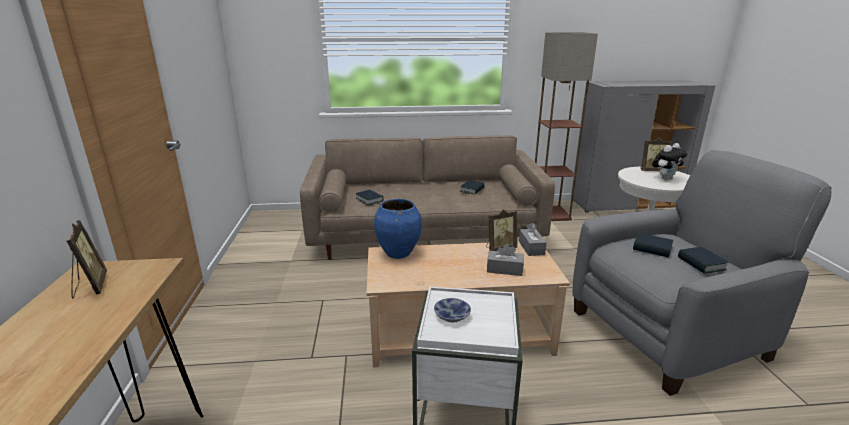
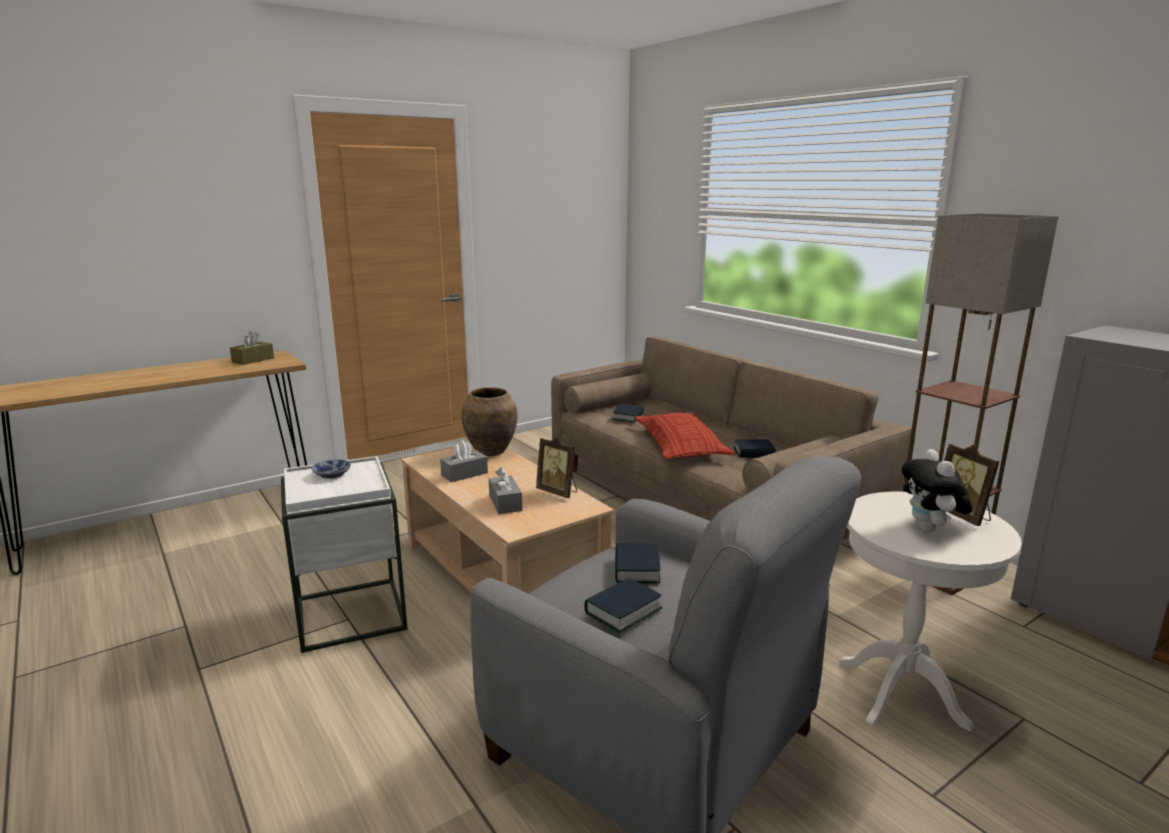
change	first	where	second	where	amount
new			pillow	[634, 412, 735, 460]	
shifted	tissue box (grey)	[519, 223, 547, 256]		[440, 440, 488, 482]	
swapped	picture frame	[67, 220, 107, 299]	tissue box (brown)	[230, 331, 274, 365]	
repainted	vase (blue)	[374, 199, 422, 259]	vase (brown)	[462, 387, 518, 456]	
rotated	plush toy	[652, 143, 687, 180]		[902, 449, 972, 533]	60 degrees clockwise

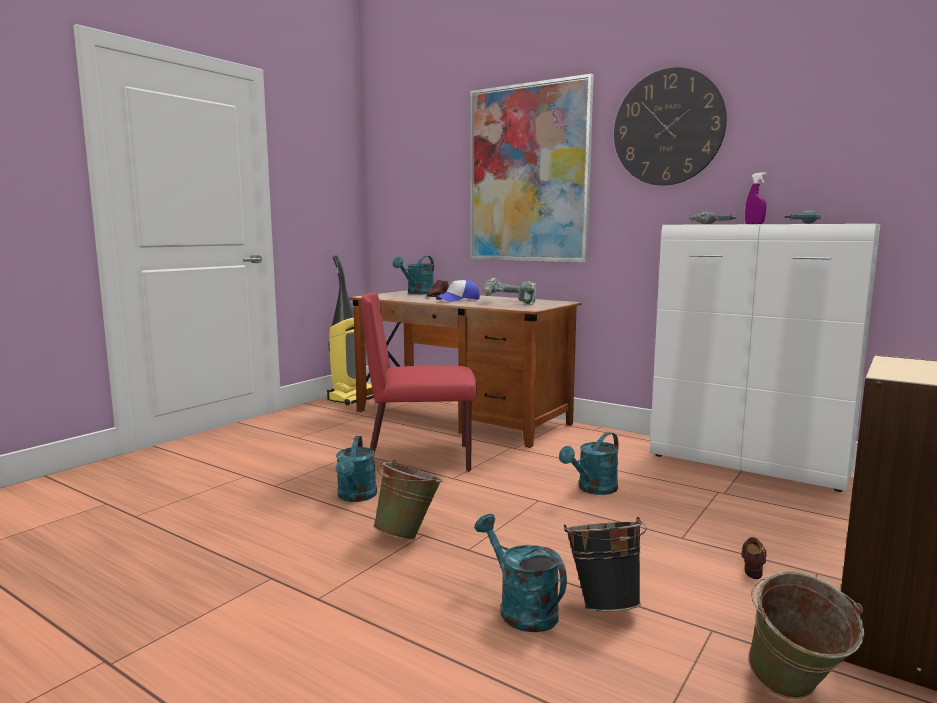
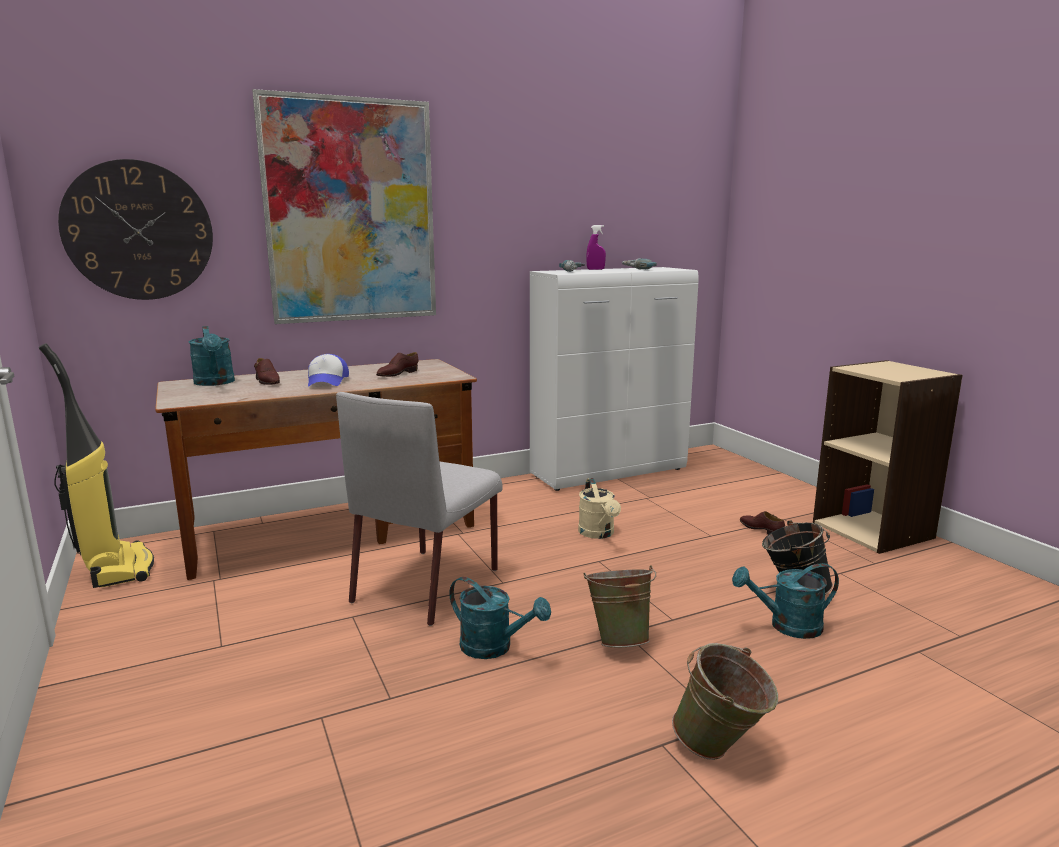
change	first	where	second	where	amount
shifted	wall clock	[614, 67, 727, 186]		[58, 159, 213, 300]	
shifted	bucket (green)	[748, 571, 864, 699]		[672, 643, 778, 760]	
swapped	power drill	[483, 277, 536, 305]	shoe (brown)	[376, 352, 418, 377]	
repainted	chair (red)	[361, 292, 477, 472]	chair (grey)	[336, 392, 503, 626]	
repainted	watering can (turquoise)	[559, 432, 619, 495]	watering can (beige)	[578, 478, 621, 539]	

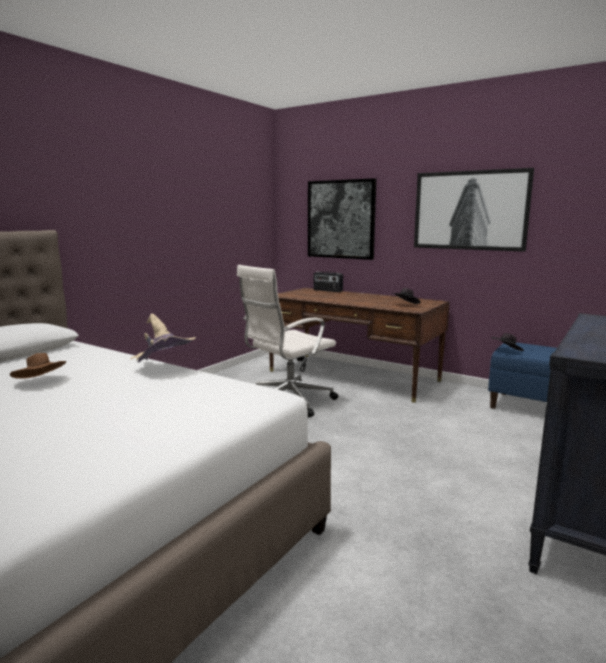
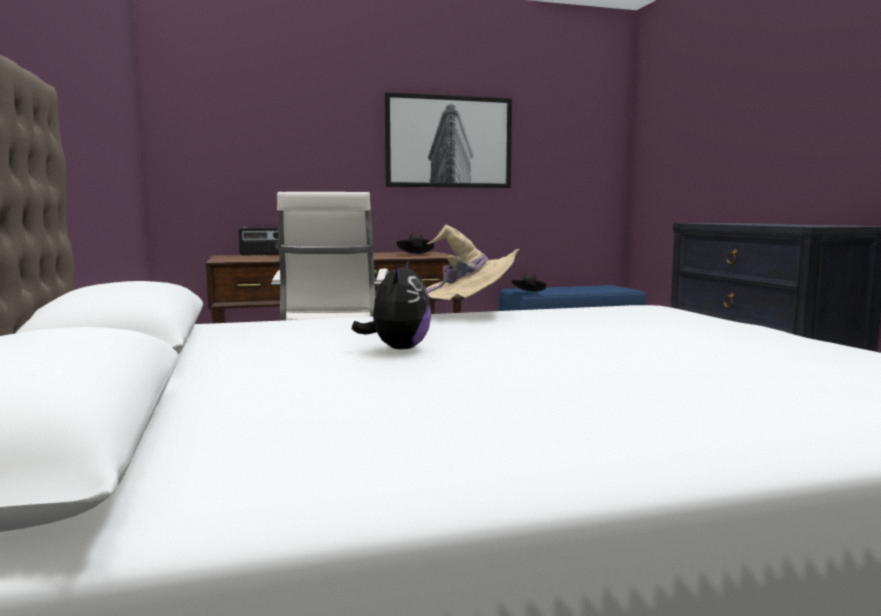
change	first	where	second	where	amount
gone	picture	[308, 178, 376, 260]			
swapped	hat (brown)	[10, 353, 66, 379]	plush toy	[352, 260, 431, 349]	

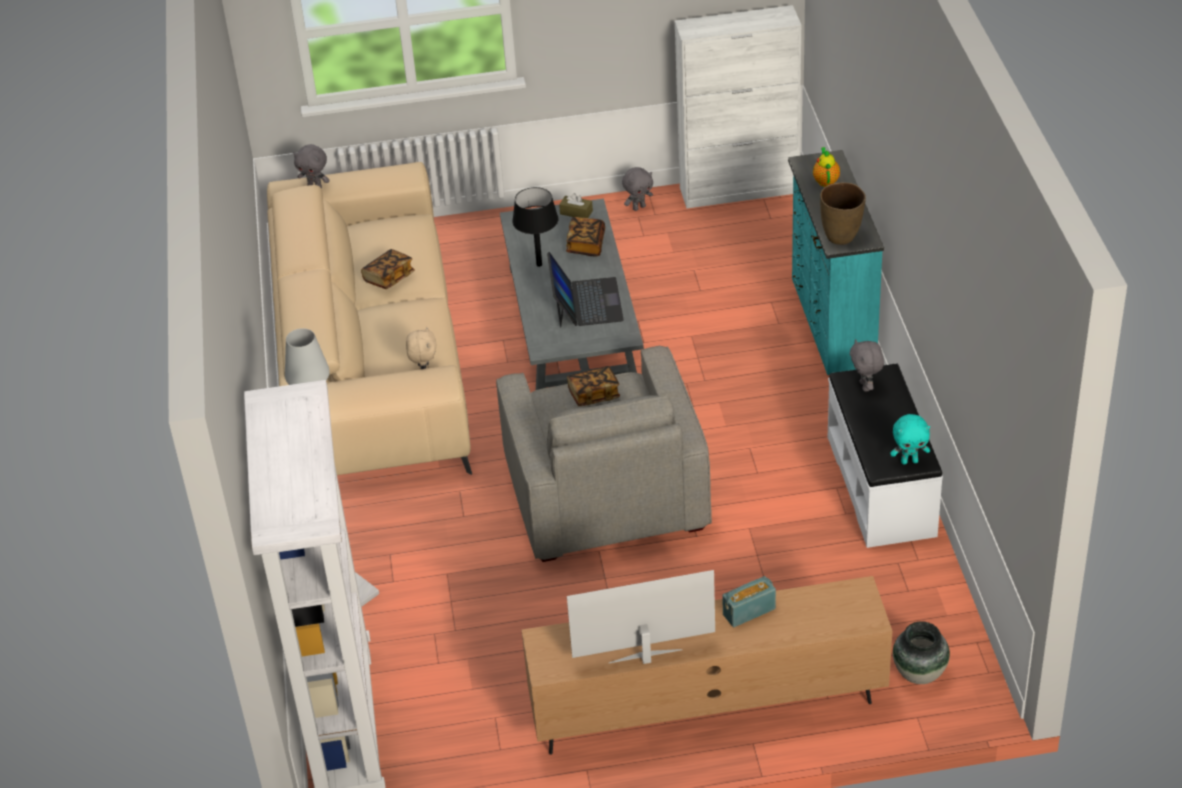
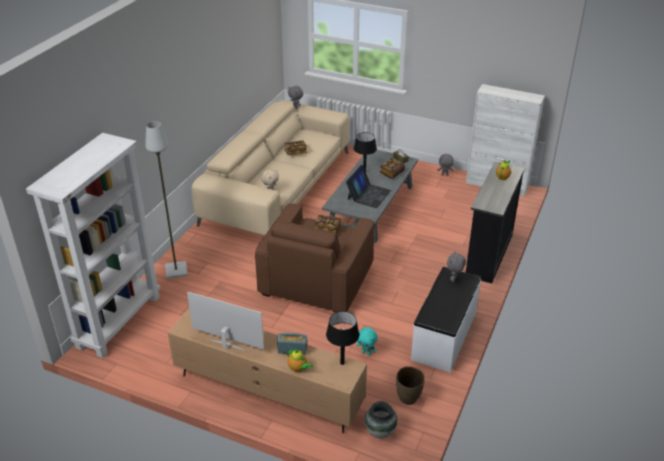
change	first	where	second	where	amount
new			teapot	[287, 349, 313, 372]	
new			table lamp (black)	[326, 311, 359, 365]	
shifted	vase (brown)	[820, 182, 866, 245]		[396, 366, 425, 405]	
shifted	plush toy (turquoise)	[890, 414, 930, 464]		[356, 327, 377, 356]	
repainted	armchair (grey)	[496, 346, 712, 562]	armchair (brown)	[255, 204, 375, 313]	
repainted	dresser (turquoise)	[788, 150, 884, 375]	dresser (black)	[466, 162, 525, 284]	

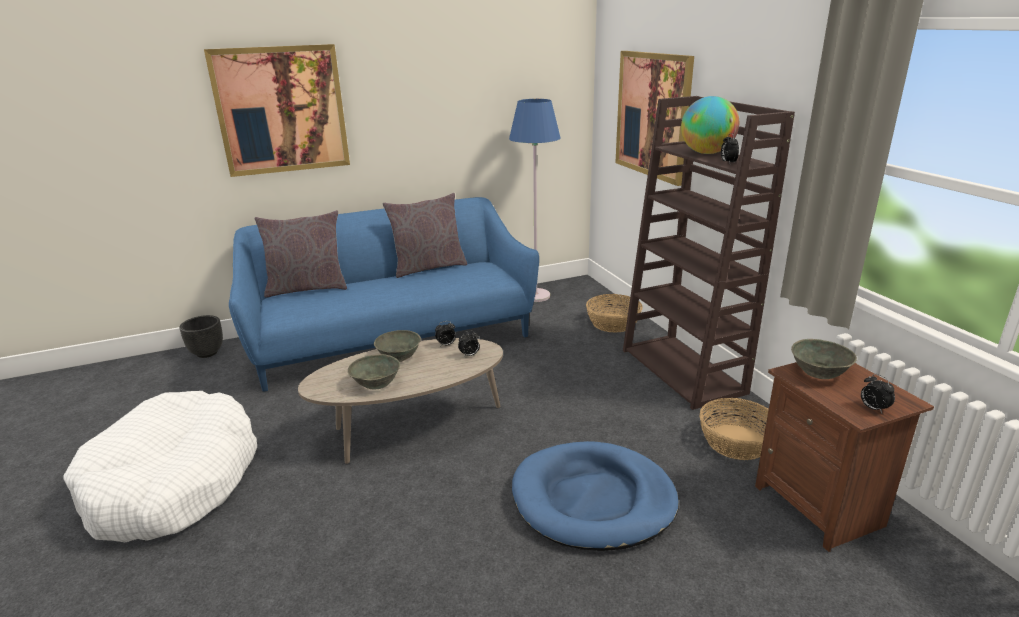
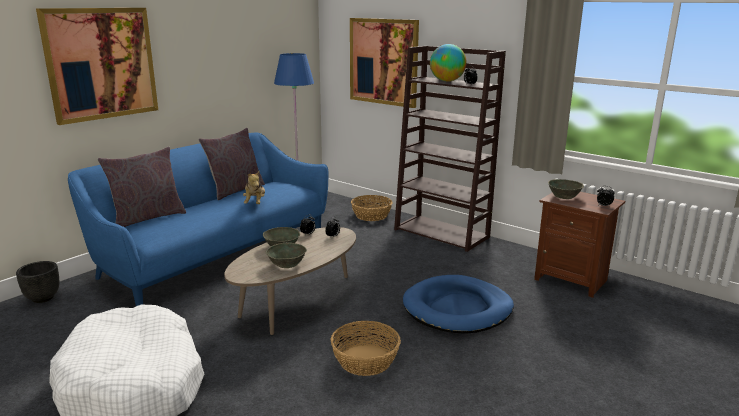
change	first	where	second	where	amount
new			plush toy	[243, 171, 265, 204]	
shifted	basket	[699, 398, 769, 460]		[330, 321, 401, 376]	

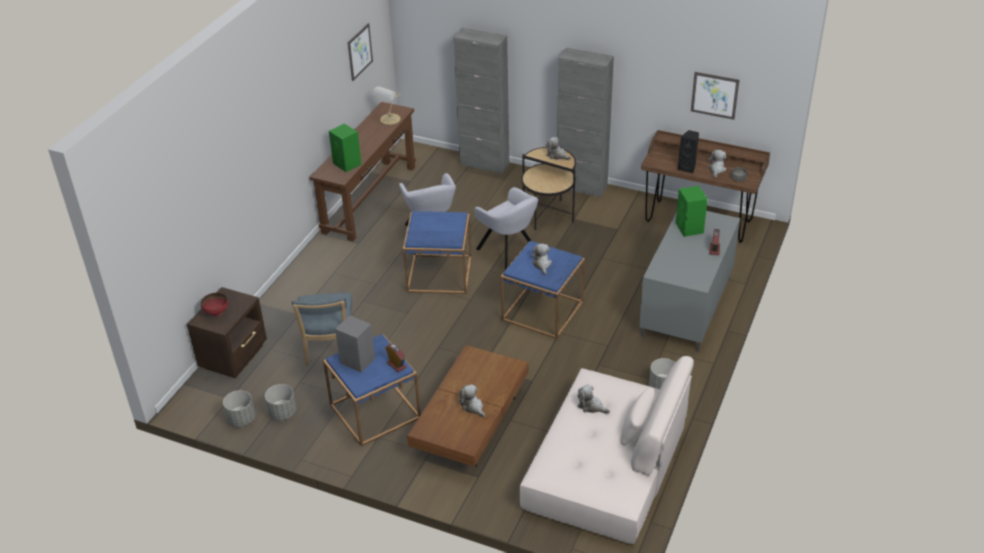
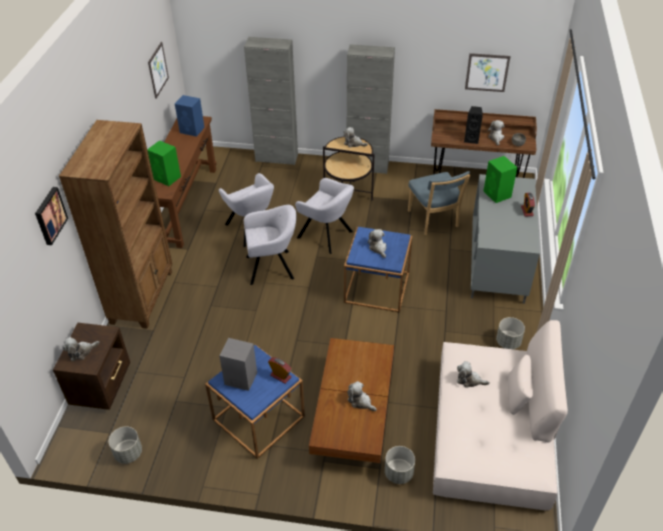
change	first	where	second	where	amount
new			picture	[35, 187, 68, 245]	
new			bookcase (brown)	[59, 120, 173, 329]	
shifted	planter (grey)	[265, 384, 296, 420]		[385, 446, 415, 484]	
shifted	chair (blue)	[291, 292, 352, 366]		[408, 171, 470, 235]	
swapped	bowl (red)	[201, 293, 228, 317]	plush toy	[63, 337, 99, 361]	
swapped	table lamp	[372, 86, 401, 125]	speaker (blue)	[175, 95, 205, 137]	
swapped	side table (blue)	[403, 211, 472, 294]	armchair (grey)	[244, 205, 296, 285]	

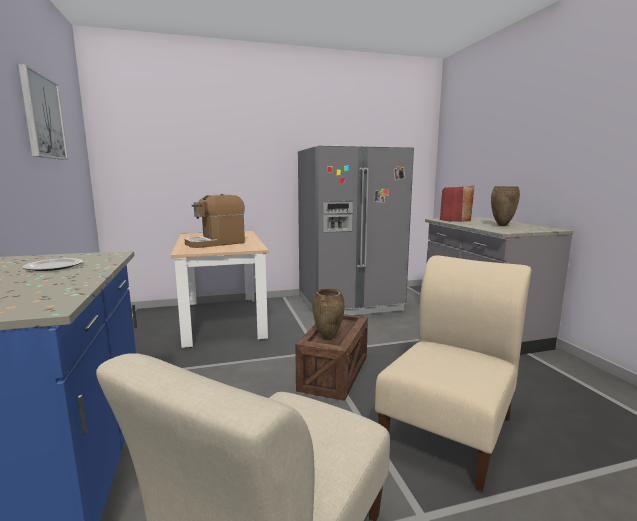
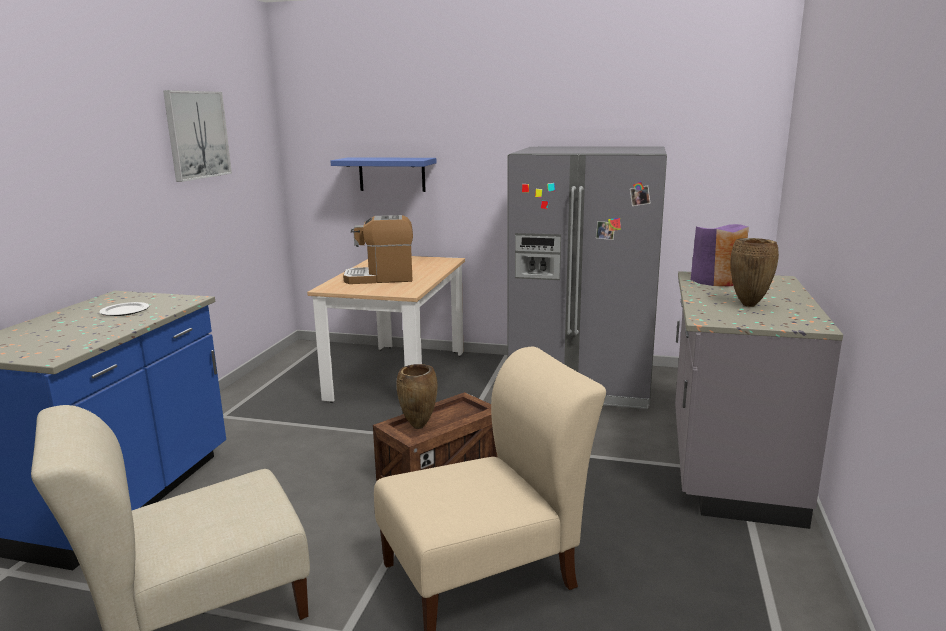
change	first	where	second	where	amount
new			shelf (blue)	[331, 157, 437, 192]	
repainted	vase (red)	[440, 185, 475, 222]	vase (purple)	[691, 224, 749, 286]	

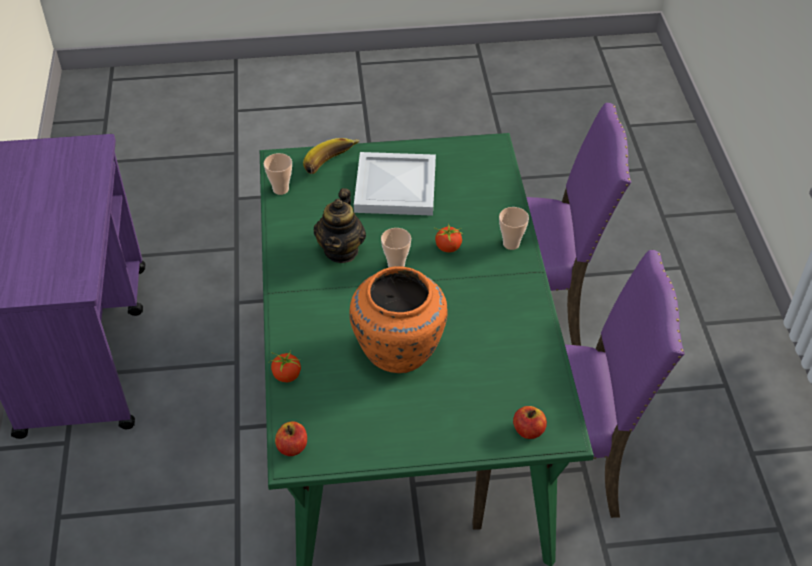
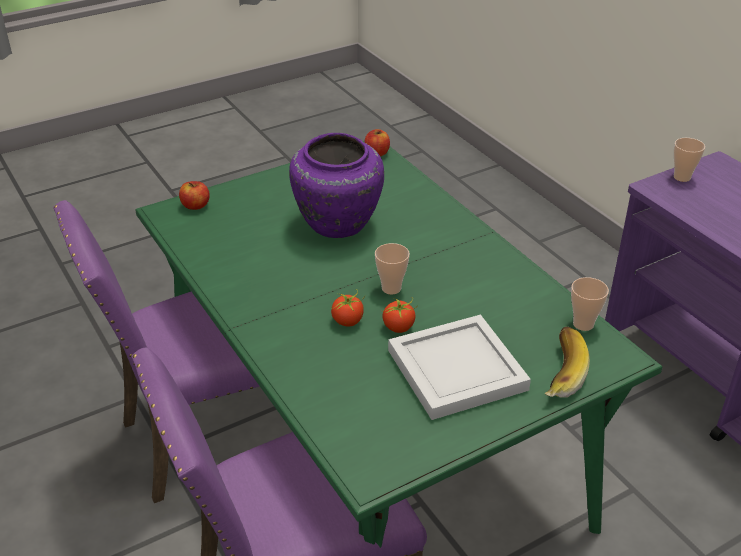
change	first	where	second	where	amount
gone	teapot	[314, 188, 366, 263]			
shifted	tomato	[269, 351, 301, 382]		[382, 297, 418, 333]	
shifted	cup	[499, 207, 529, 250]		[674, 138, 705, 182]	
repainted	vase (orange)	[349, 266, 448, 373]	vase (purple)	[289, 133, 384, 238]	

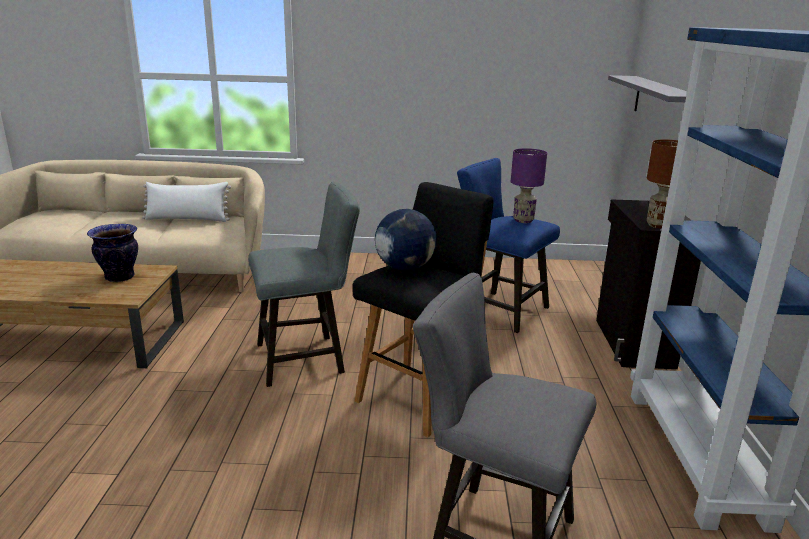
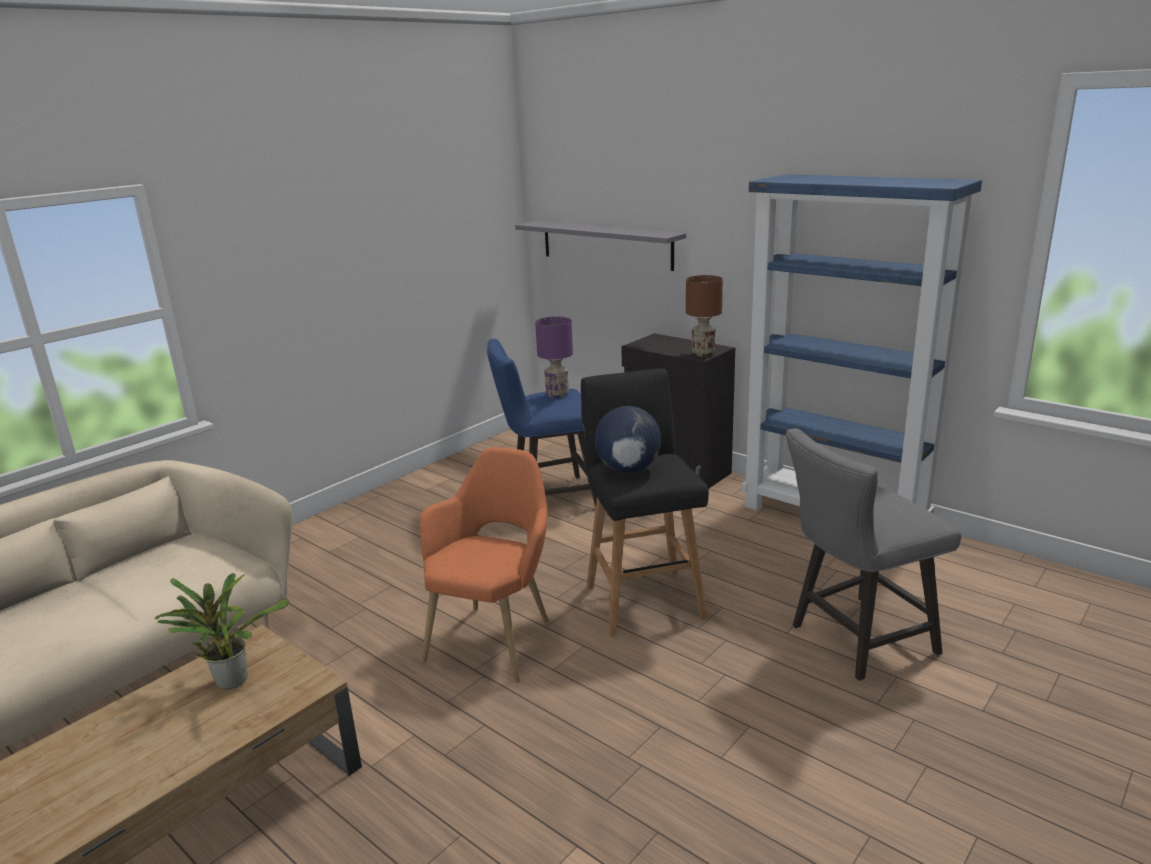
change	first	where	second	where	amount
gone	pillow (white)	[142, 182, 231, 222]			
swapped	vase	[87, 224, 138, 282]	potted plant	[155, 573, 289, 690]	
swapped	stool (grey)	[248, 182, 360, 387]	armchair (orange)	[420, 447, 549, 683]	

